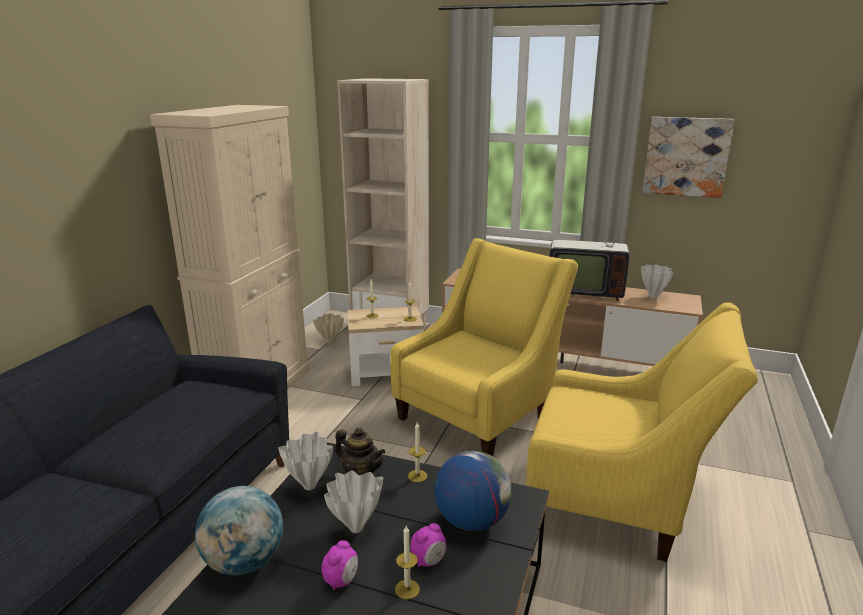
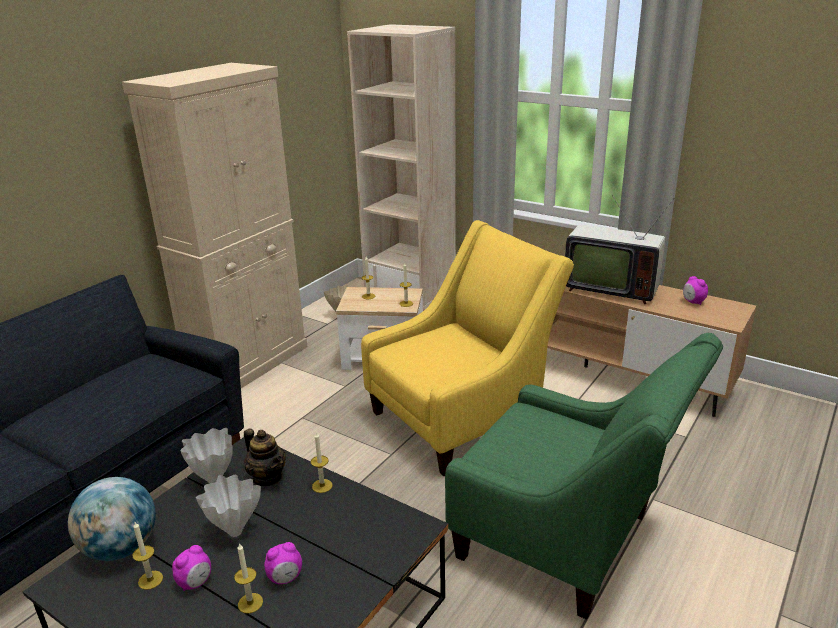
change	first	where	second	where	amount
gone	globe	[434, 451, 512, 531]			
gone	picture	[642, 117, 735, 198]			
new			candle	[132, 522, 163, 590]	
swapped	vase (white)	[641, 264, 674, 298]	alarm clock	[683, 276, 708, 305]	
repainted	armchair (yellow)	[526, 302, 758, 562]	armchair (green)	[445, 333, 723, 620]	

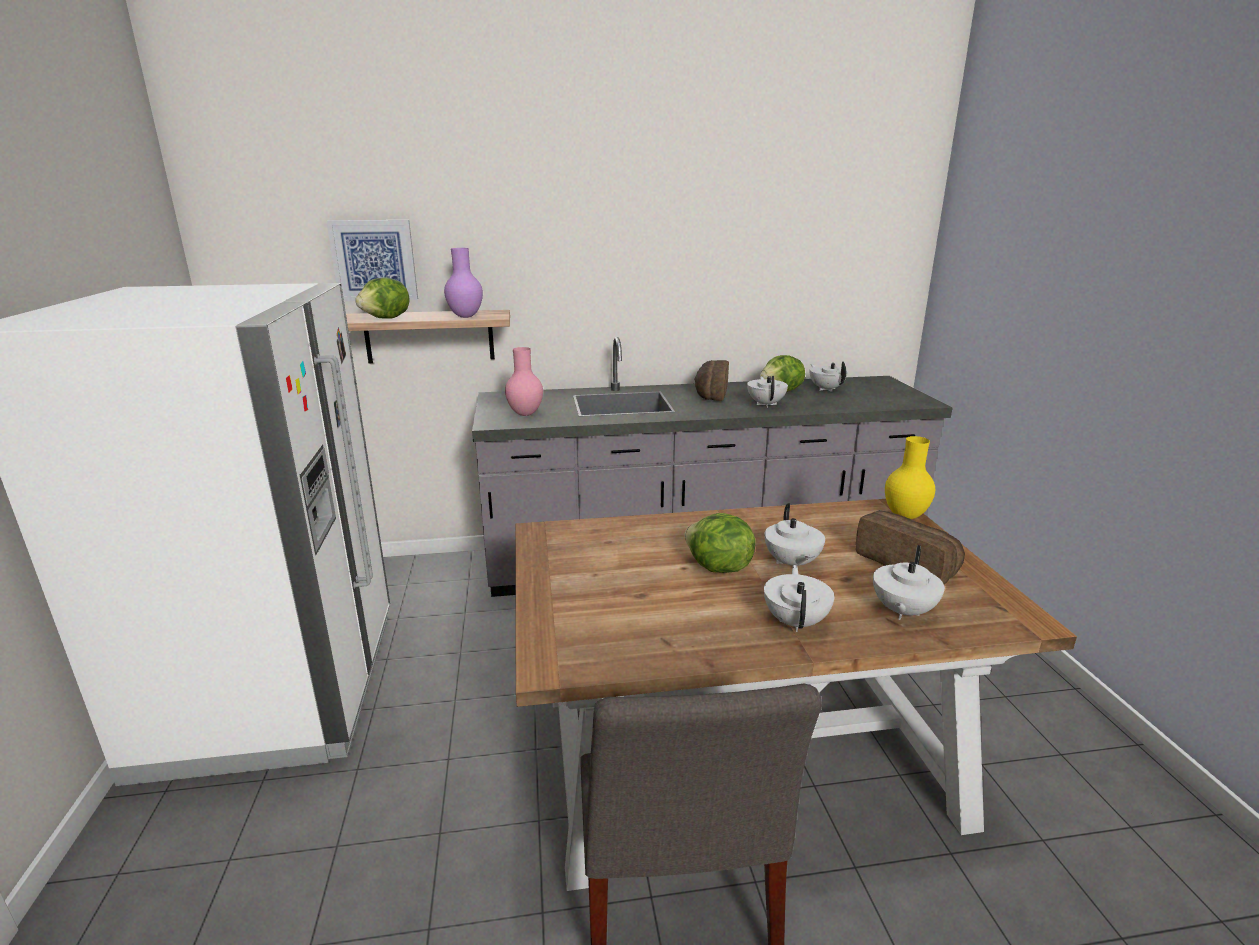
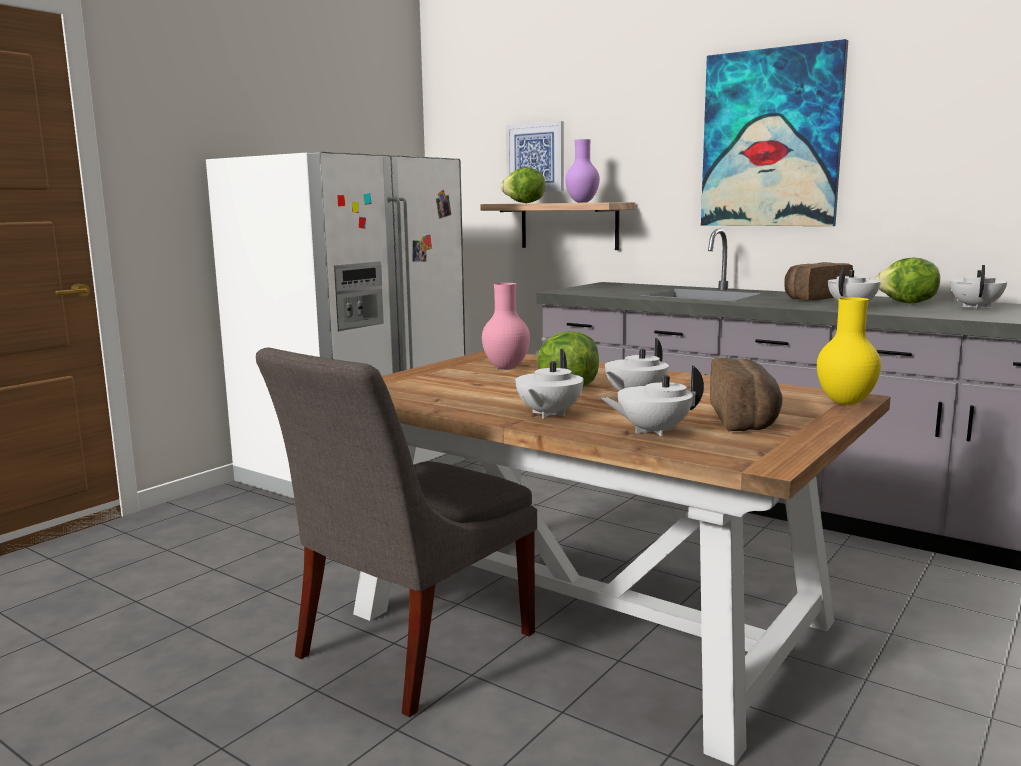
change	first	where	second	where	amount
new			picture	[701, 39, 848, 226]	
shifted	vase (pink)	[505, 347, 543, 416]		[482, 283, 530, 370]	
rotated	teapot (white)	[764, 565, 835, 632]		[515, 349, 584, 419]	150 degrees clockwise

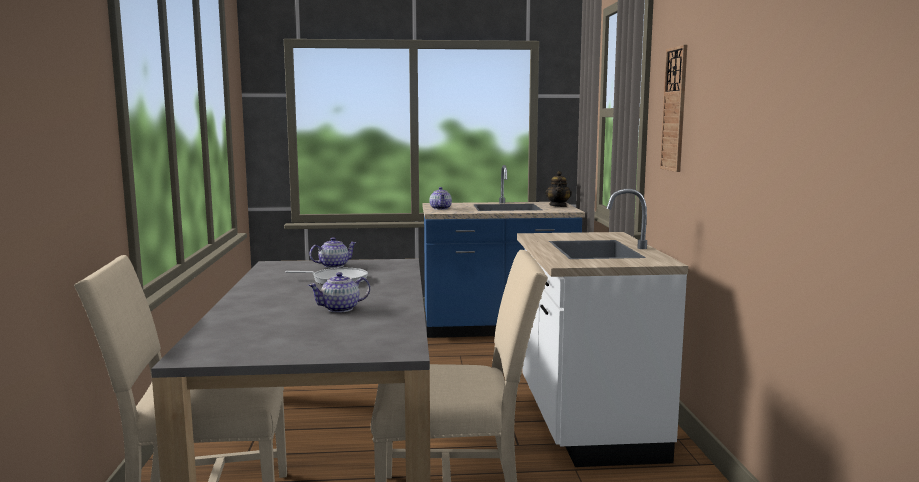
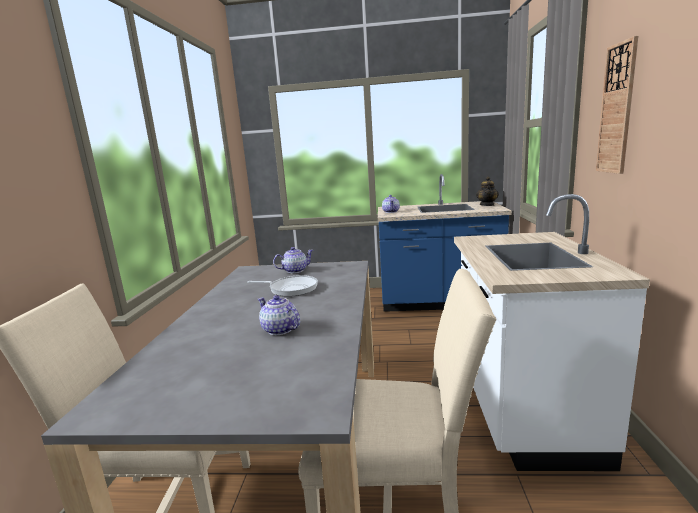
change	first	where	second	where	amount
rotated	teapot	[308, 272, 370, 313]		[258, 295, 300, 335]	60 degrees clockwise

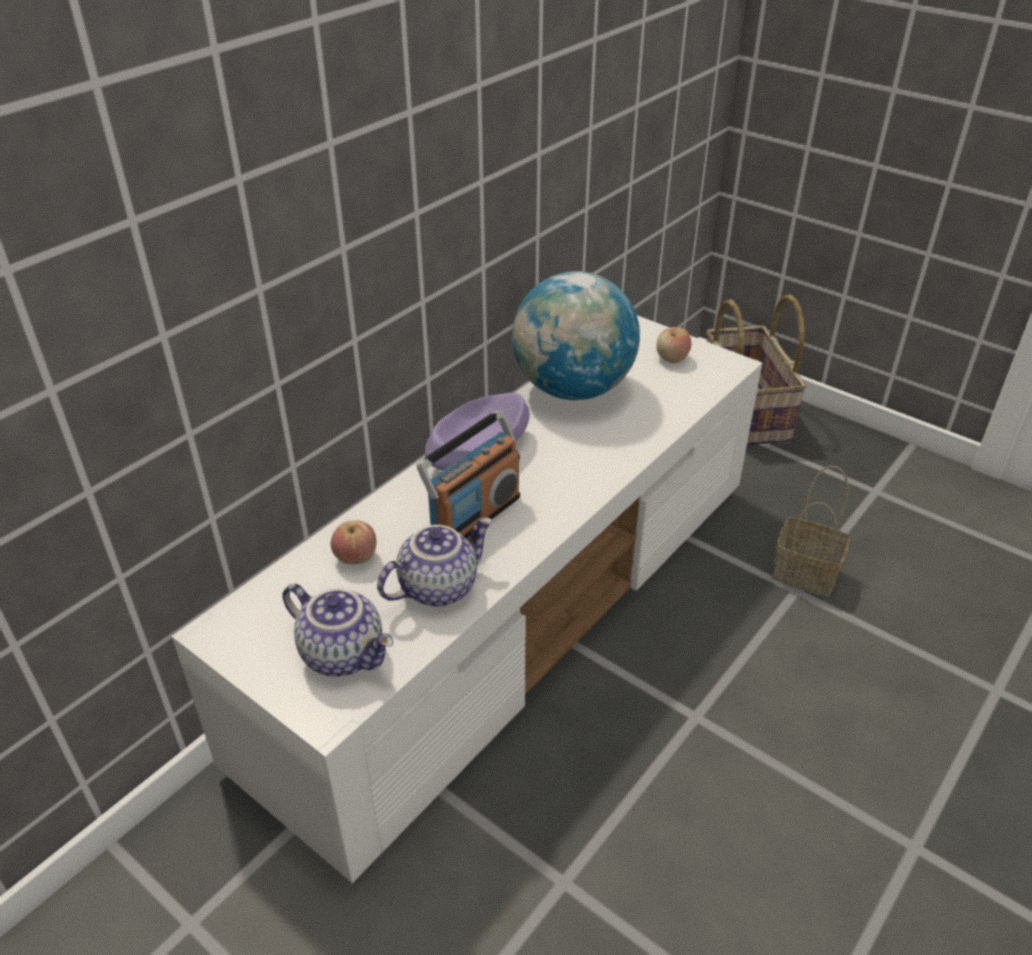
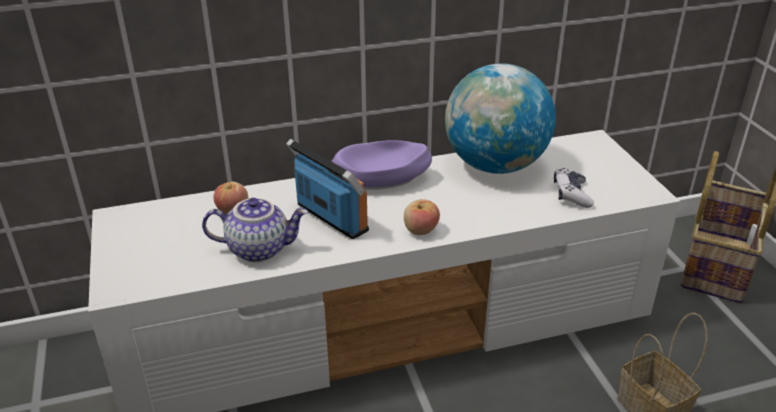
change	first	where	second	where	amount
gone	teapot	[282, 584, 394, 677]			
new			game controller	[554, 168, 594, 208]	
shifted	apple	[656, 327, 691, 363]		[404, 199, 440, 235]	
rotated	radio	[416, 410, 520, 538]		[286, 139, 369, 239]	120 degrees counterclockwise

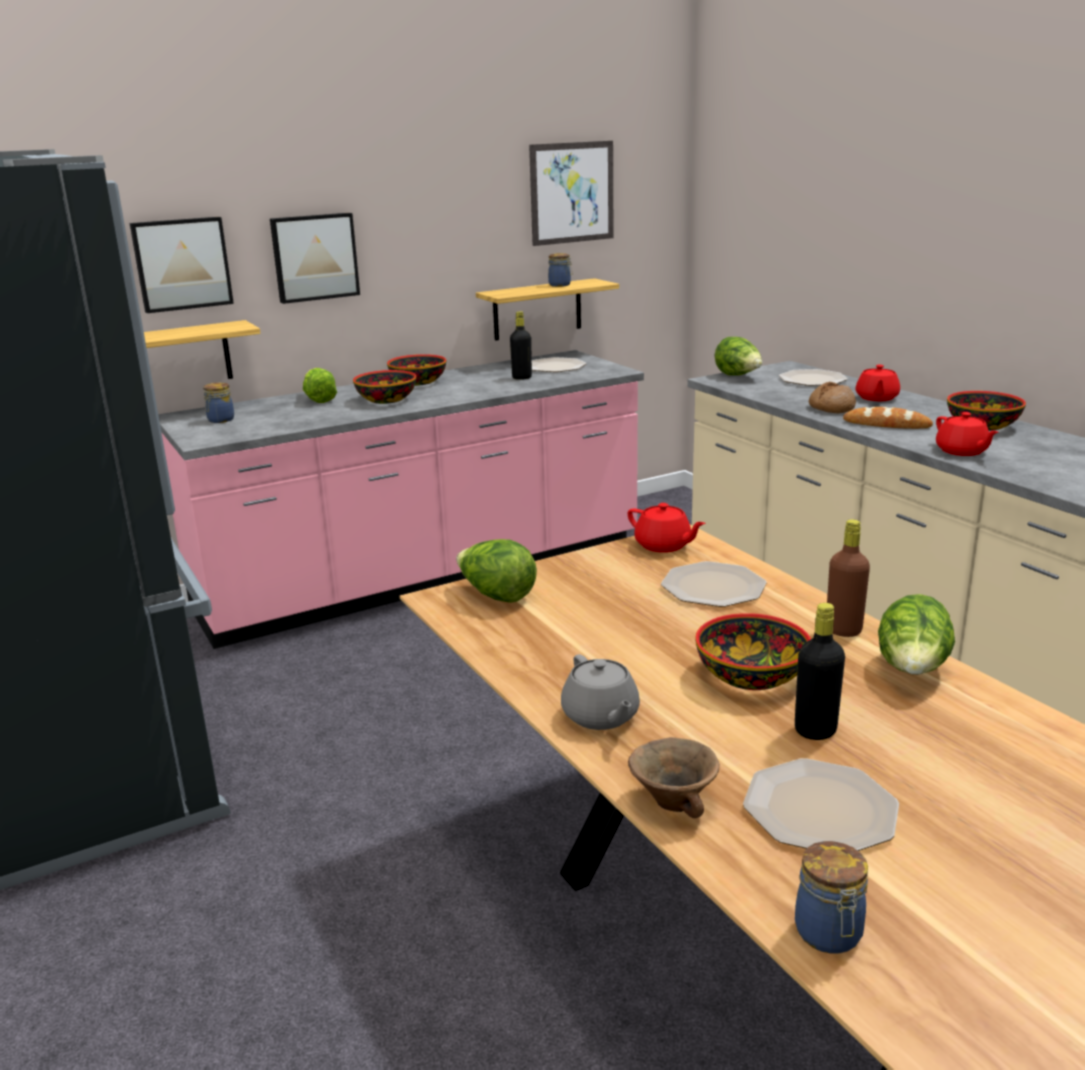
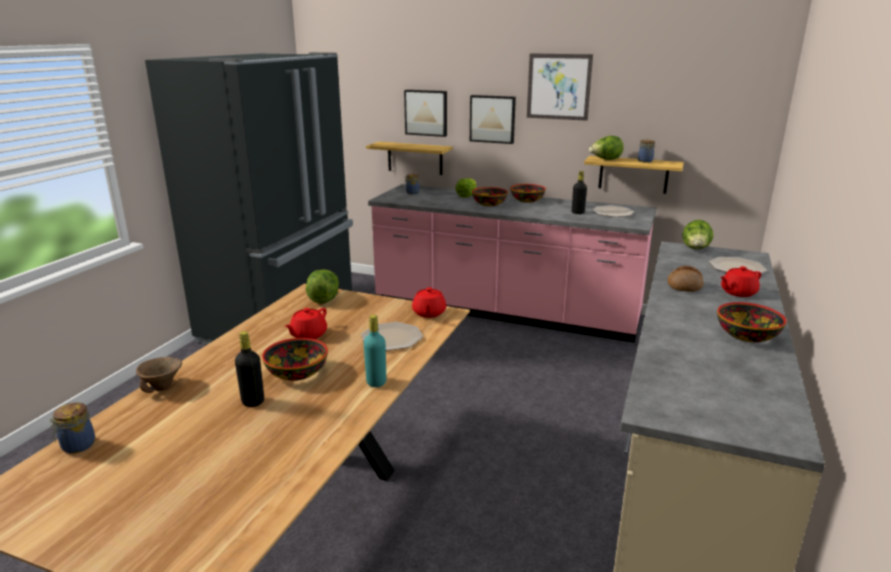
change	first	where	second	where	amount
gone	teapot (grey)	[561, 654, 640, 730]			
gone	plate	[743, 758, 899, 851]			
gone	bread	[843, 407, 933, 429]			
shifted	picture	[529, 141, 613, 246]		[527, 53, 593, 121]	
shifted	lettuce	[878, 594, 955, 675]		[589, 136, 624, 160]	
shifted	teapot (red)	[936, 412, 998, 456]		[285, 308, 327, 339]	
repainted	bottle (brown)	[827, 519, 870, 637]	bottle (turquoise)	[364, 315, 386, 387]	

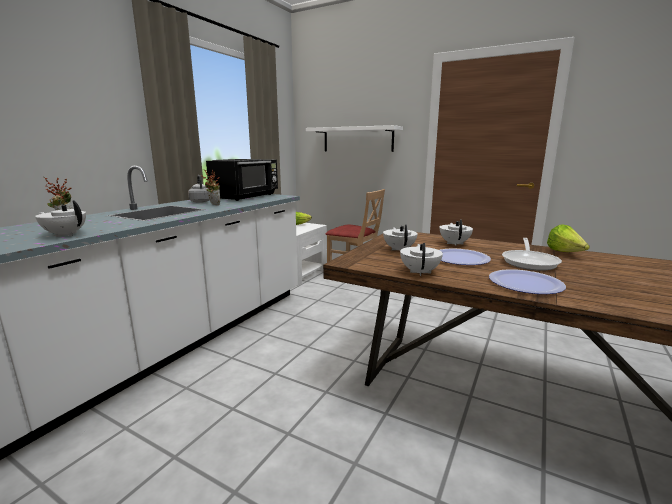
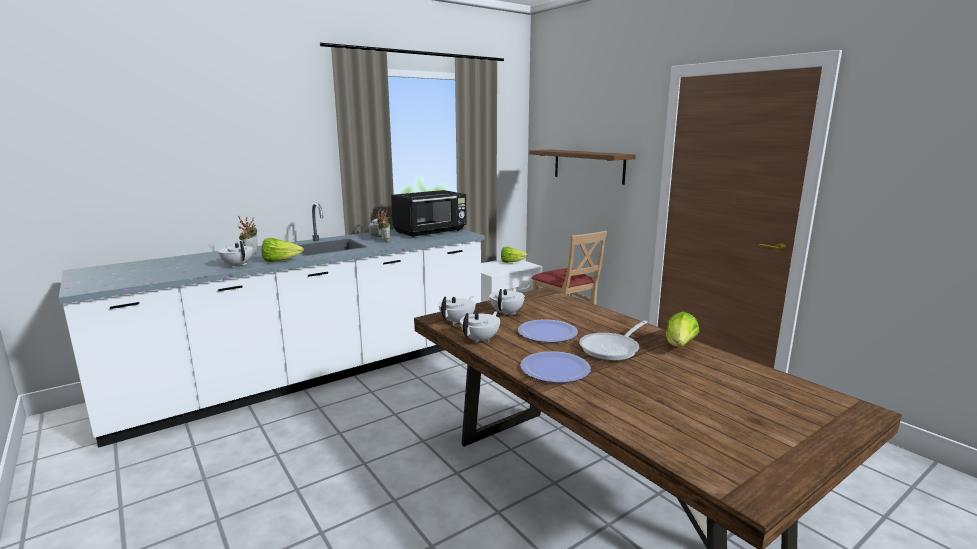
change	first	where	second	where	amount
new			lettuce	[261, 238, 304, 262]	
shifted	teapot (white)	[440, 220, 473, 246]		[439, 296, 476, 325]	
repainted	shelf (white)	[306, 125, 403, 152]	shelf (brown)	[529, 150, 636, 185]	

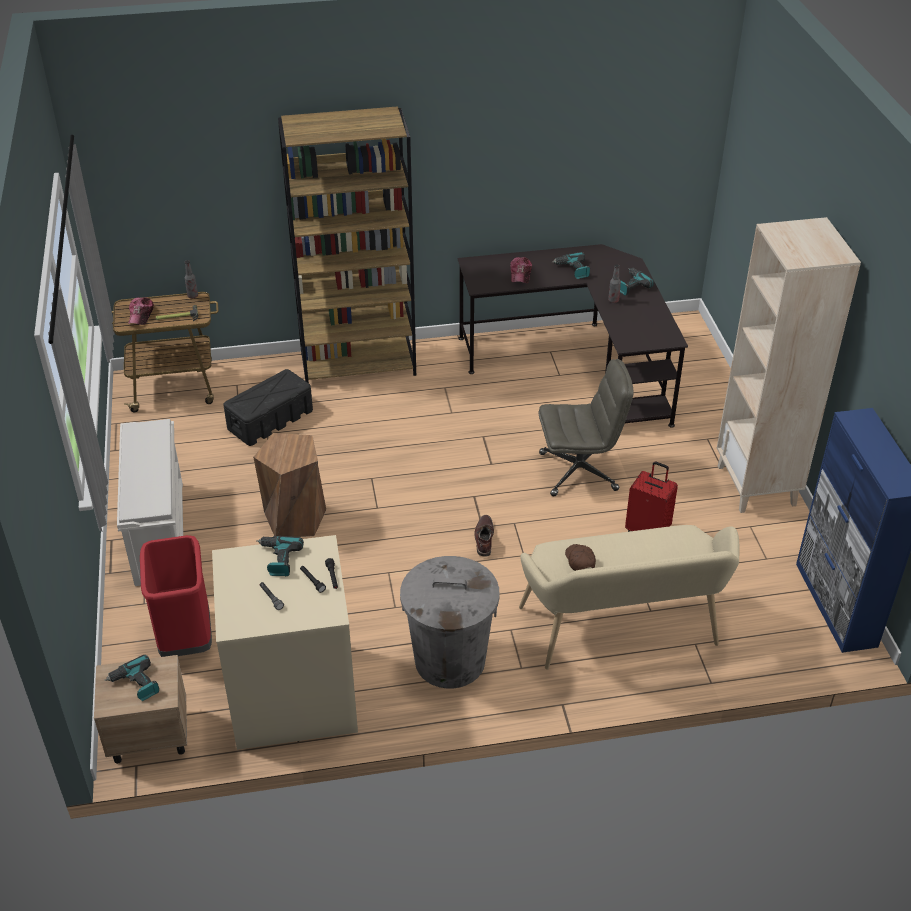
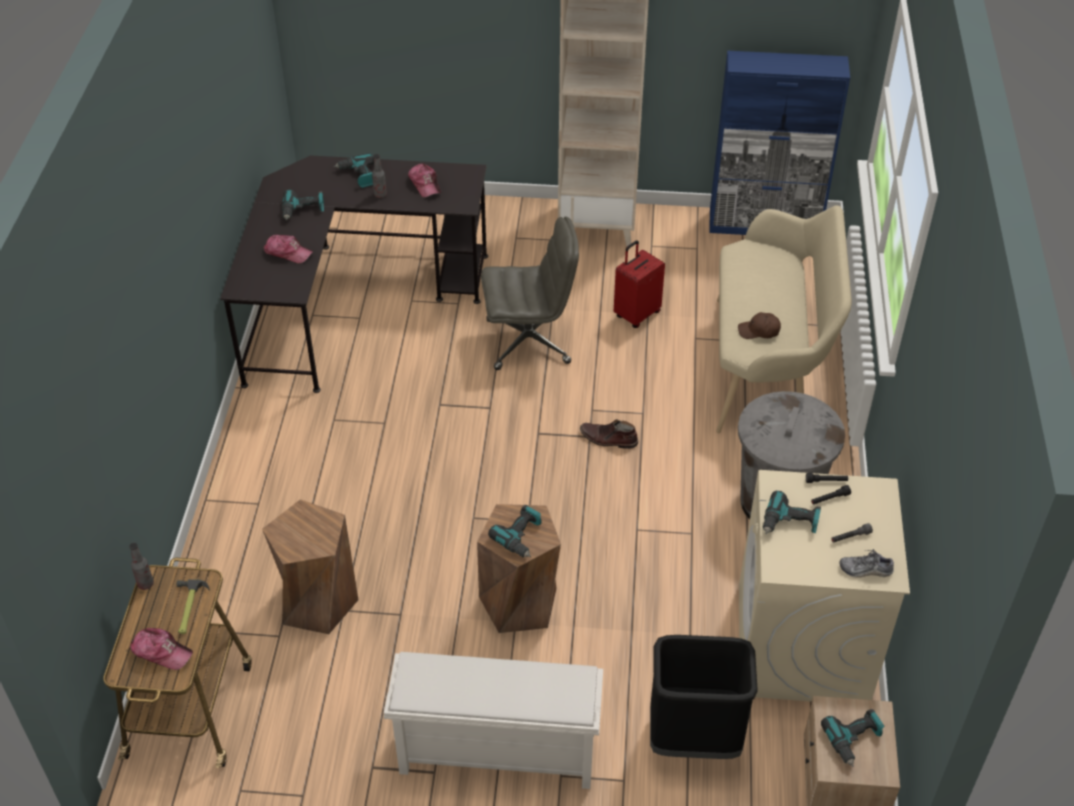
change	first	where	second	where	amount
gone	bookcase (brown)	[278, 106, 416, 383]			
new			cap	[408, 163, 441, 197]	
new			power drill	[488, 505, 542, 557]	
new			shoe	[839, 549, 895, 577]	
swapped	storage box (black)	[224, 369, 313, 446]	stool (brown)	[262, 499, 358, 634]	
repainted	trash can (red)	[140, 535, 212, 657]	trash can (black)	[650, 635, 758, 759]	
rotated	office chair (grey)	[538, 359, 634, 496]		[481, 216, 579, 370]	75 degrees clockwise

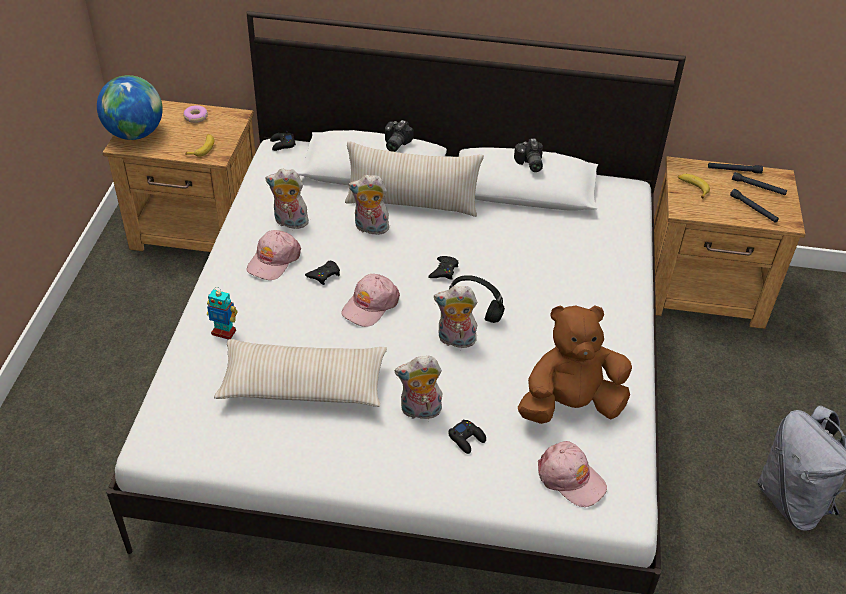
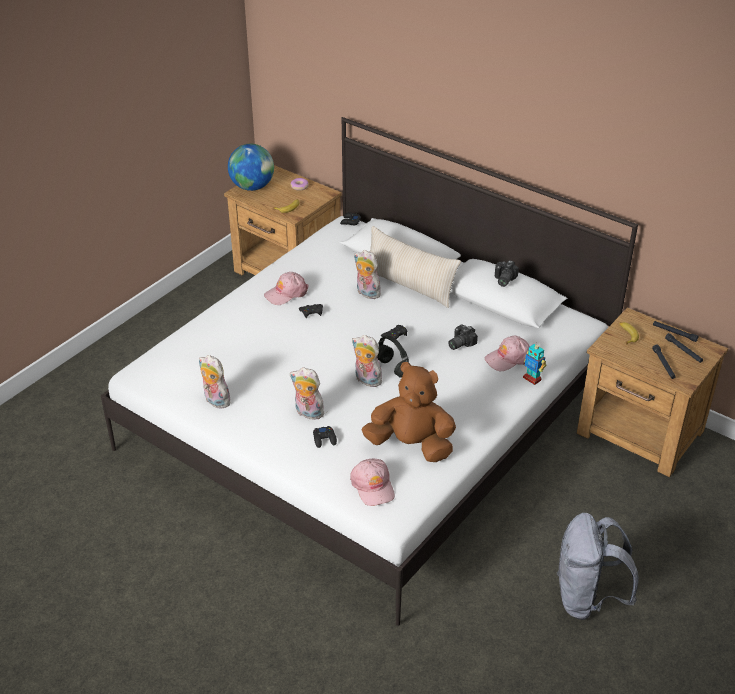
change	first	where	second	where	amount
gone	pillow (beige)	[214, 339, 387, 407]			
shifted	toy robot	[207, 287, 238, 340]		[523, 342, 546, 385]	
shifted	plush toy	[265, 168, 309, 229]		[199, 355, 230, 409]	
shifted	cap (pink)	[341, 274, 400, 327]		[485, 336, 530, 371]	
shifted	photo camera	[385, 120, 414, 152]		[448, 324, 478, 350]	

